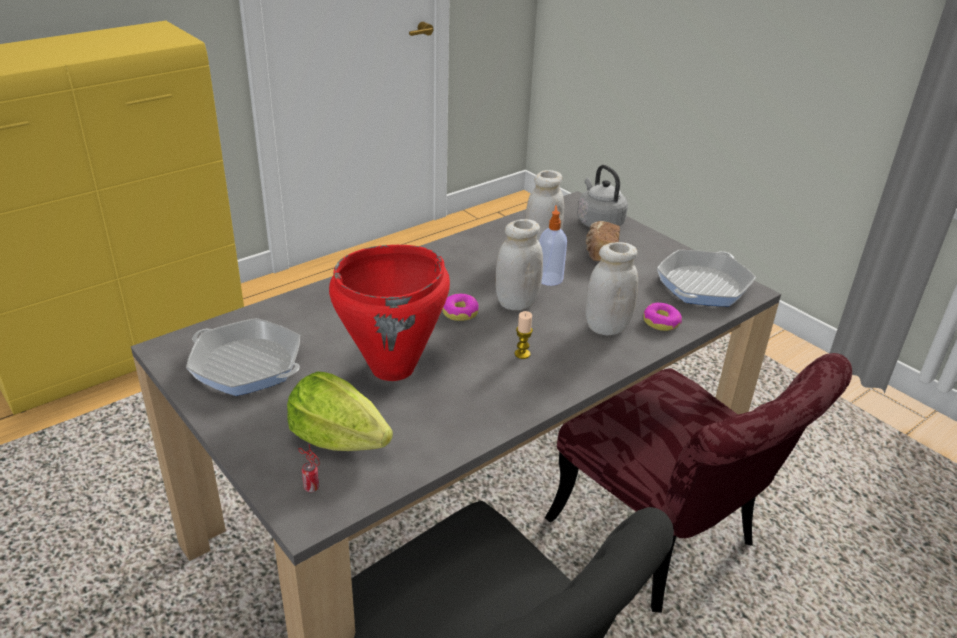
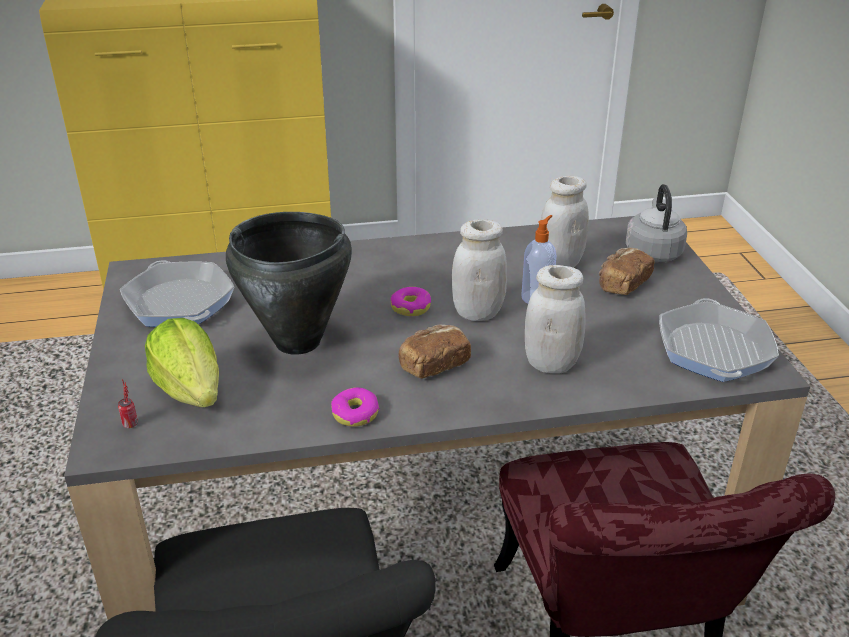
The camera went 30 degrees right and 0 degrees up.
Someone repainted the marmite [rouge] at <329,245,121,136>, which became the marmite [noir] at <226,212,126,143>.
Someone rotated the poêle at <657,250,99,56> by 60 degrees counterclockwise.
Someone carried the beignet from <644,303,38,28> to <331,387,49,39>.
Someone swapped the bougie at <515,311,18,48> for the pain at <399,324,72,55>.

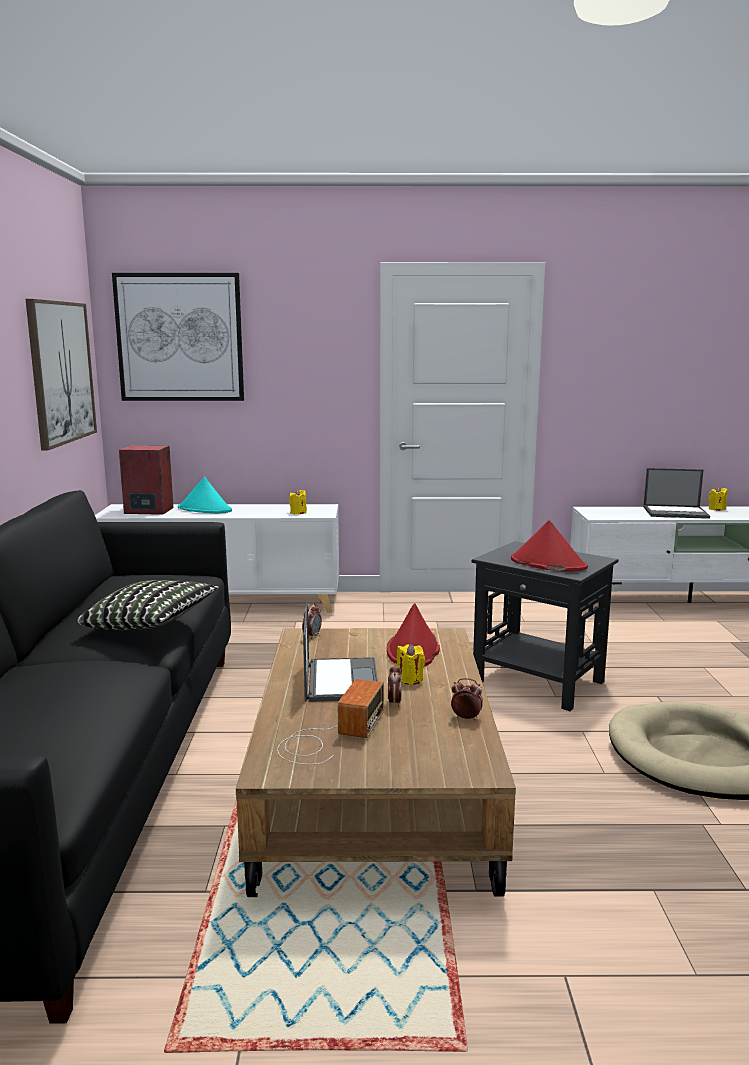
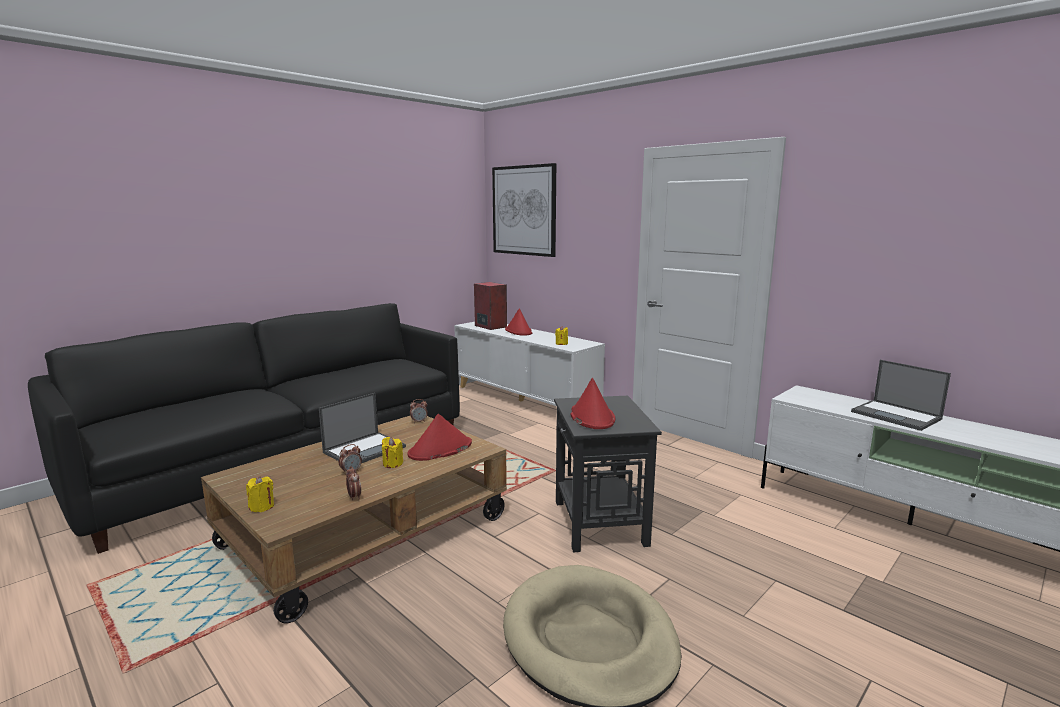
The camera went 45 degrees right and 0 degrees up.
Someone took away the tableau at <26,299,71,151>.
Someone repainted the chapeau [turquoise] at <178,477,54,36>, which became the chapeau [rouge] at <505,308,28,28>.
Someone carried the bougie [jaune] from <709,487,19,24> to <246,476,28,36>.
Someone took away the coussin at <77,580,142,50>.
Someone took away the radio at <277,679,107,86>.

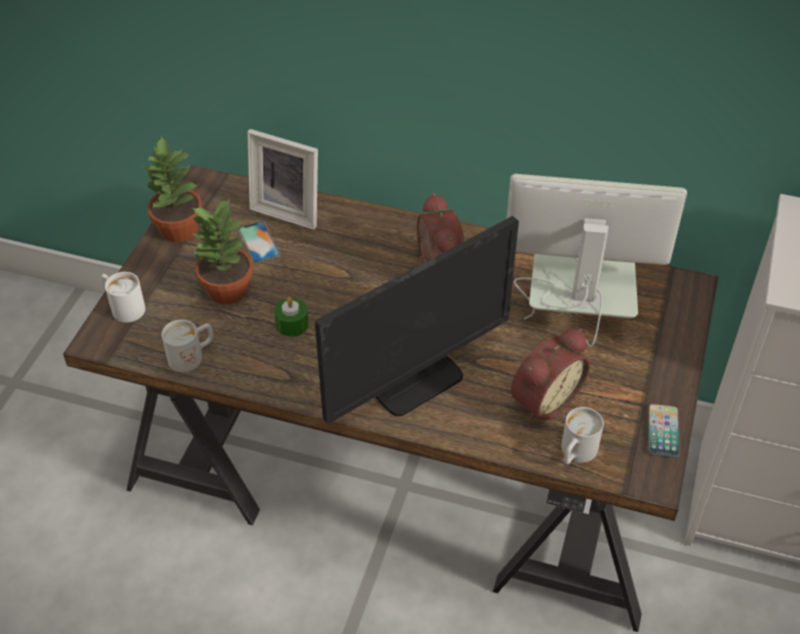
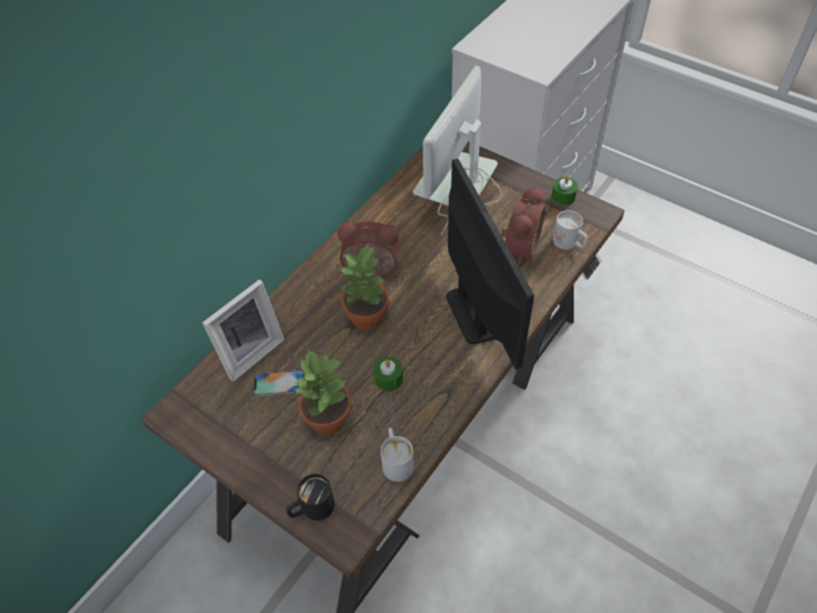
The camera went 70 degrees left and 5 degrees up.
Someone carried the plante en pot from <142,136,60,106> to <340,244,49,86>.
Someone repainted the mug [blanc] at <101,272,45,51>, which became the mug [noir] at <287,474,48,47>.
Someone rotated the réveil at <511,328,79,94> by 45 degrees clockwise.
Someone swapped the téléphone at <648,404,32,54> for the bougie [vert] at <552,175,26,30>.

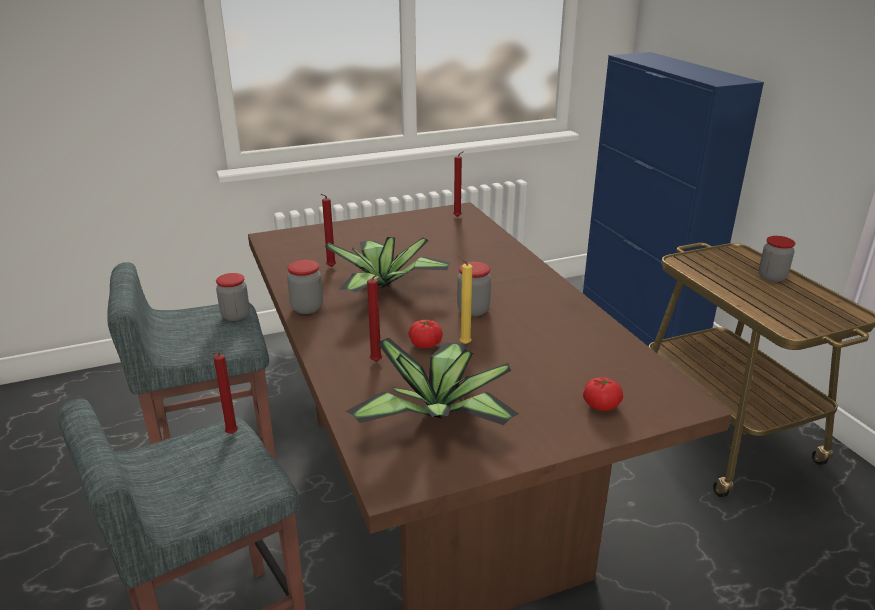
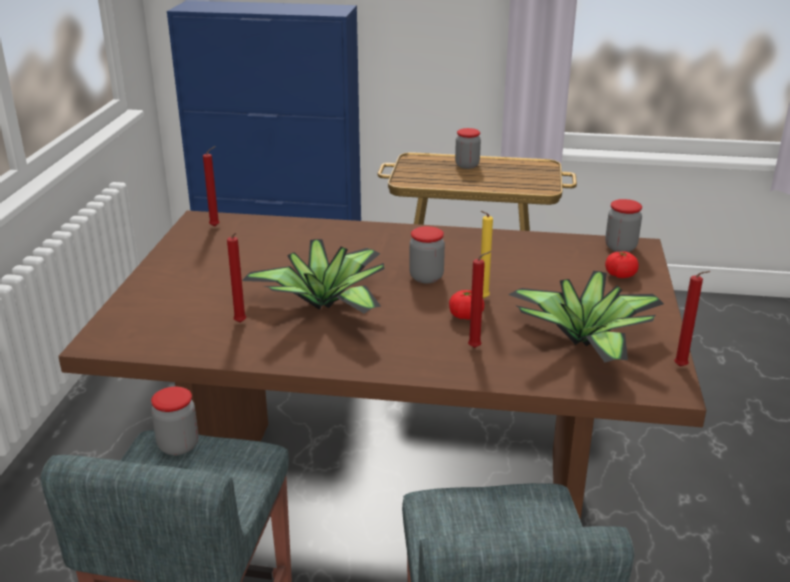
The camera went 60 degrees left and 0 degrees up.
Someone carried the bocal from <287,260,36,54> to <605,199,37,53>.
Someone carried the bougie [rouge] from <212,353,26,81> to <674,271,36,96>.

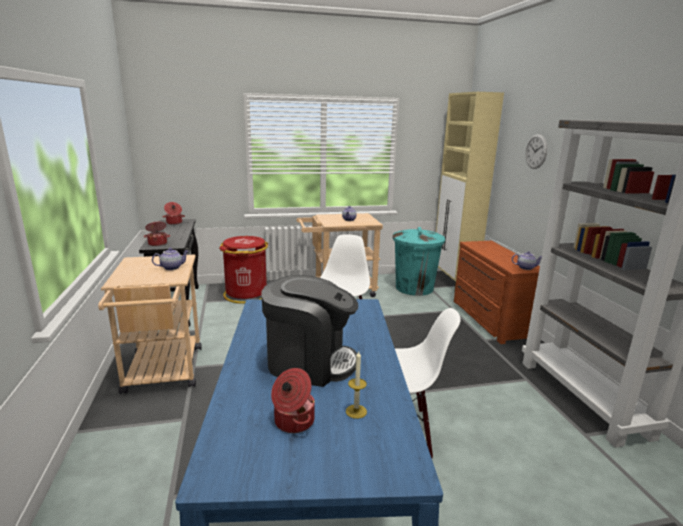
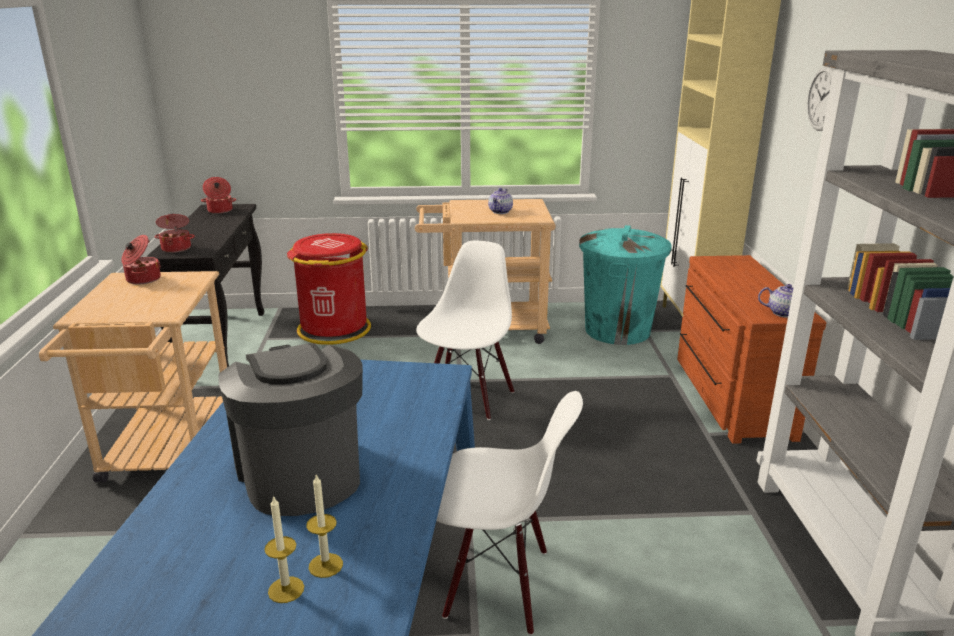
The camera went 10 degrees right and 5 degrees up.
Someone took away the théière at <152,248,36,22>.
Someone rotated the machine à café at <262,275,96,112> by 135 degrees counterclockwise.
Someone carried the marmite from <271,368,44,65> to <122,235,39,50>.
Someone put down the bougie at <264,495,40,108>.

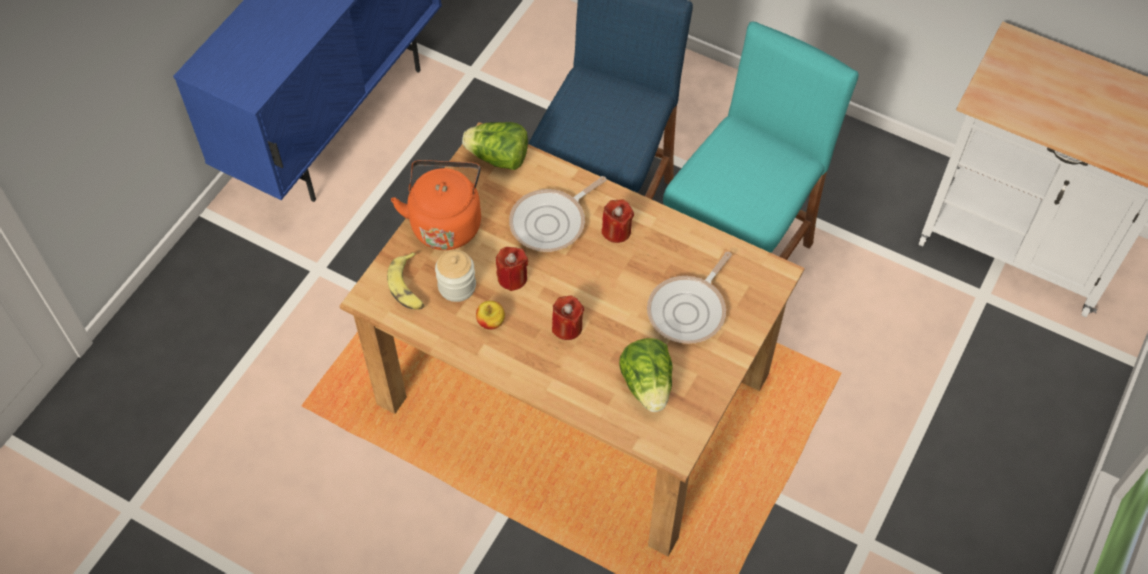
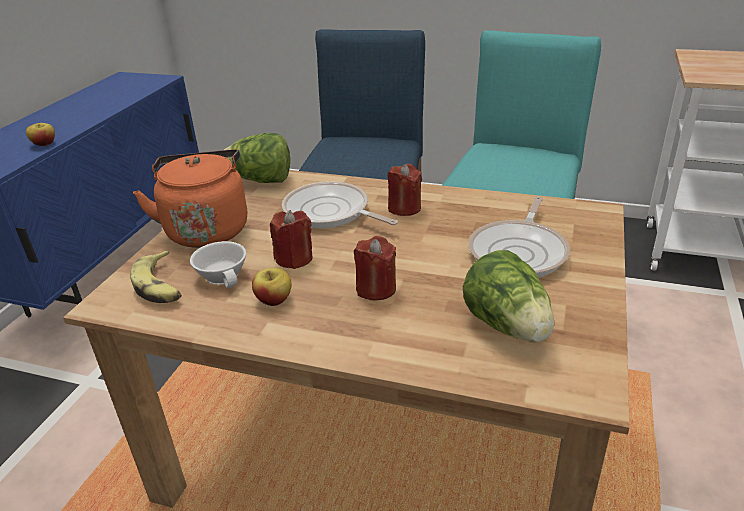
The camera went 10 degrees left and 25 degrees down.
Someone rotated the poêle at <509,176,97,76> by 90 degrees clockwise.
Someone swapped the bocal at <435,250,41,52> for the tasse [blanc] at <190,241,56,47>.
Someone put down the pomme at <26,123,29,23>.

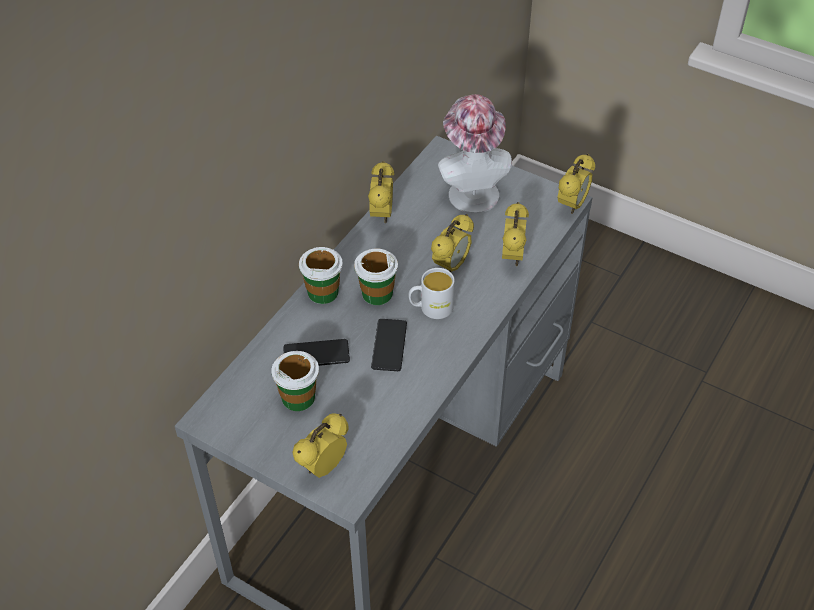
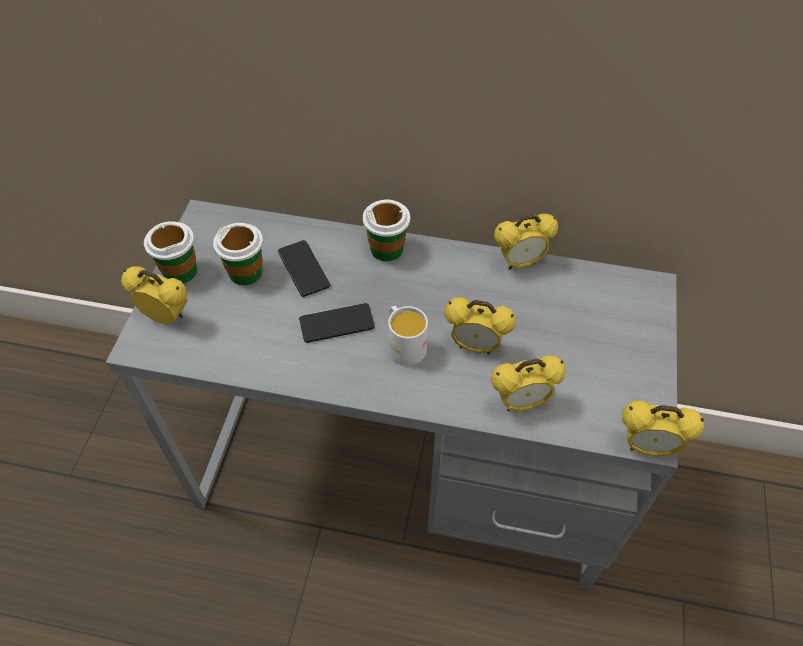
The camera went 70 degrees right and 5 degrees up.
Someone took away the chapeau at <438,94,74,119>.
Someone carried the tasse from <354,248,44,57> to <144,221,53,63>.

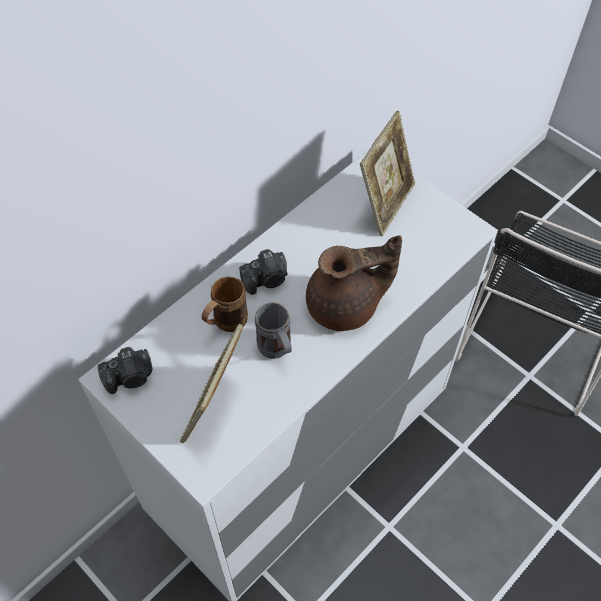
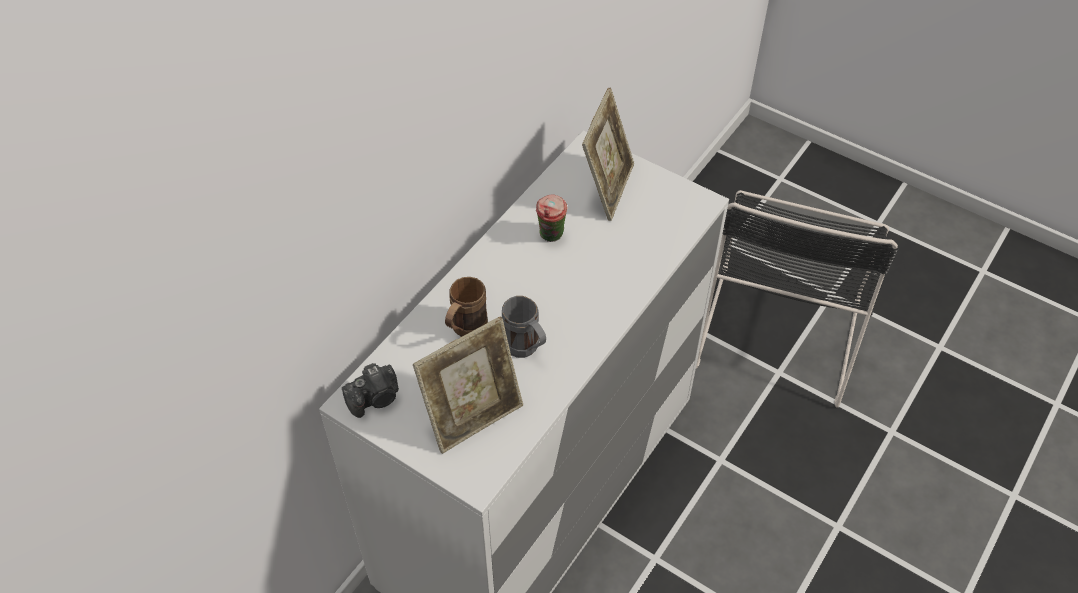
The camera went 10 degrees left and 5 degrees down.
Someone took away the théière [marron] at <306,235,96,96>.
Someone took away the appareil photo at <239,249,49,46>.
Someone rotated the cadre photo at <180,324,63,119> by 135 degrees counterclockwise.
Someone put down the tasse at <536,195,32,47>.

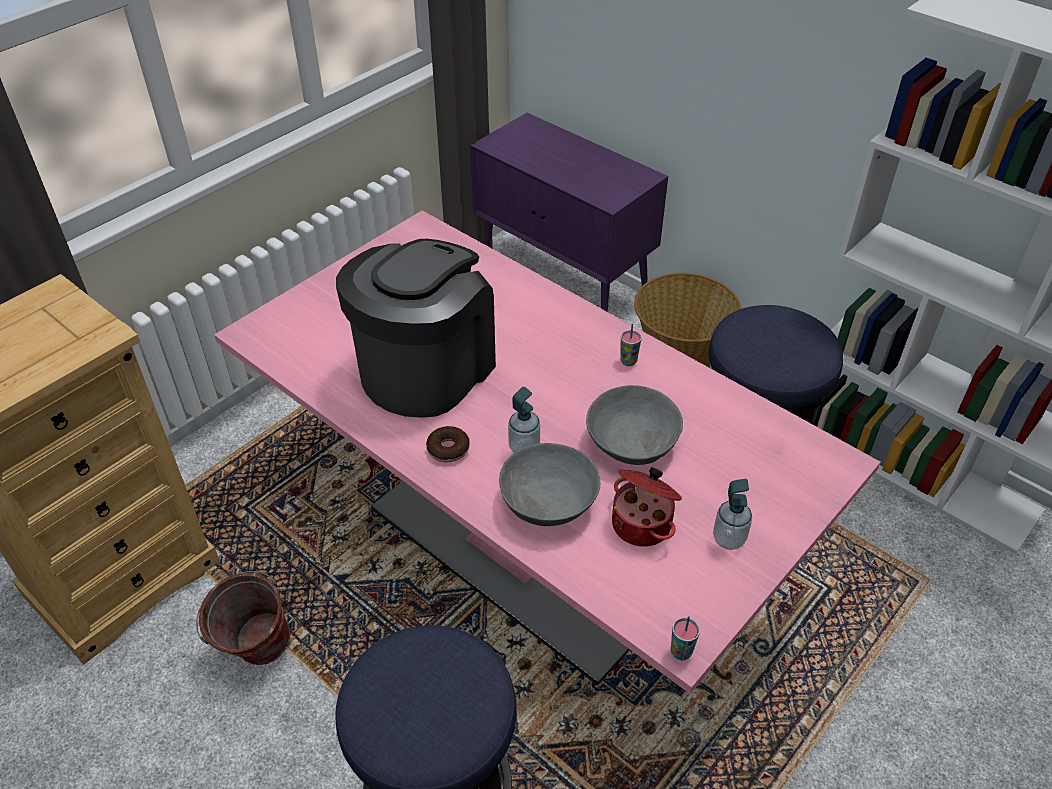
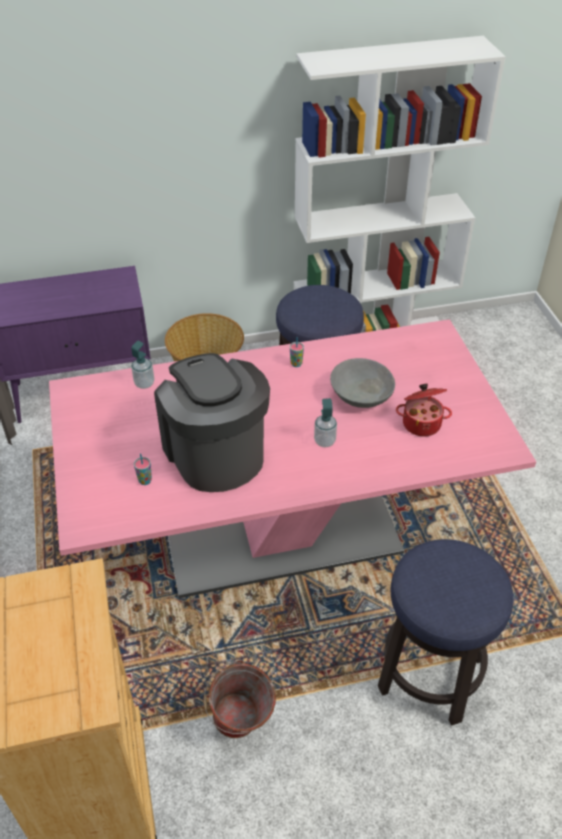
The camera went 55 degrees left and 0 degrees up.
Someone took away the beignet at <426,426,44,37>.
Someone took away the bol [gris] at <499,443,101,83>.
Someone carried the distributeur de savon from <713,479,39,71> to <131,341,23,48>.
Someone carried the tasse from <671,616,29,45> to <134,453,18,32>.

